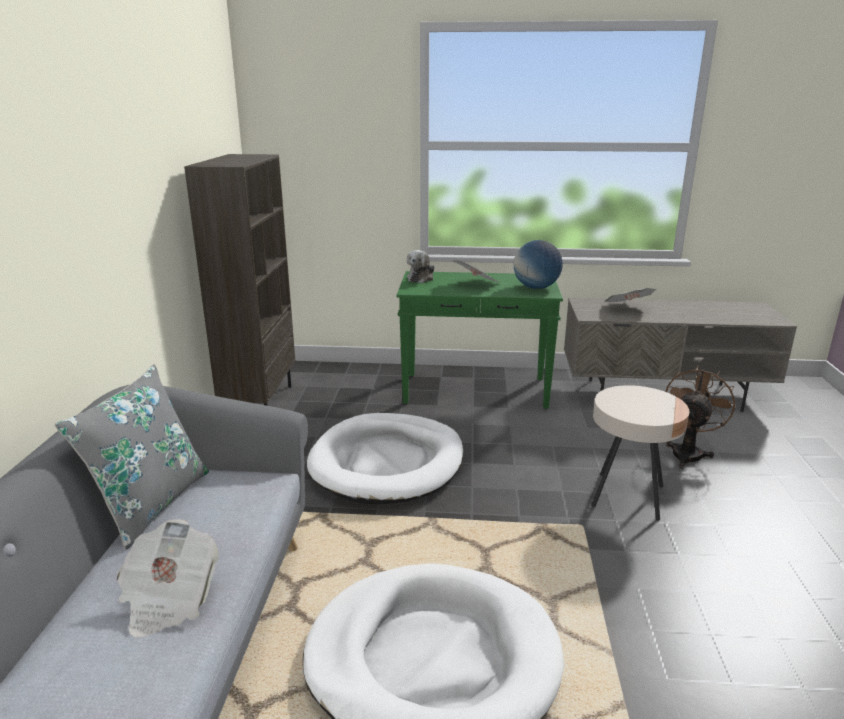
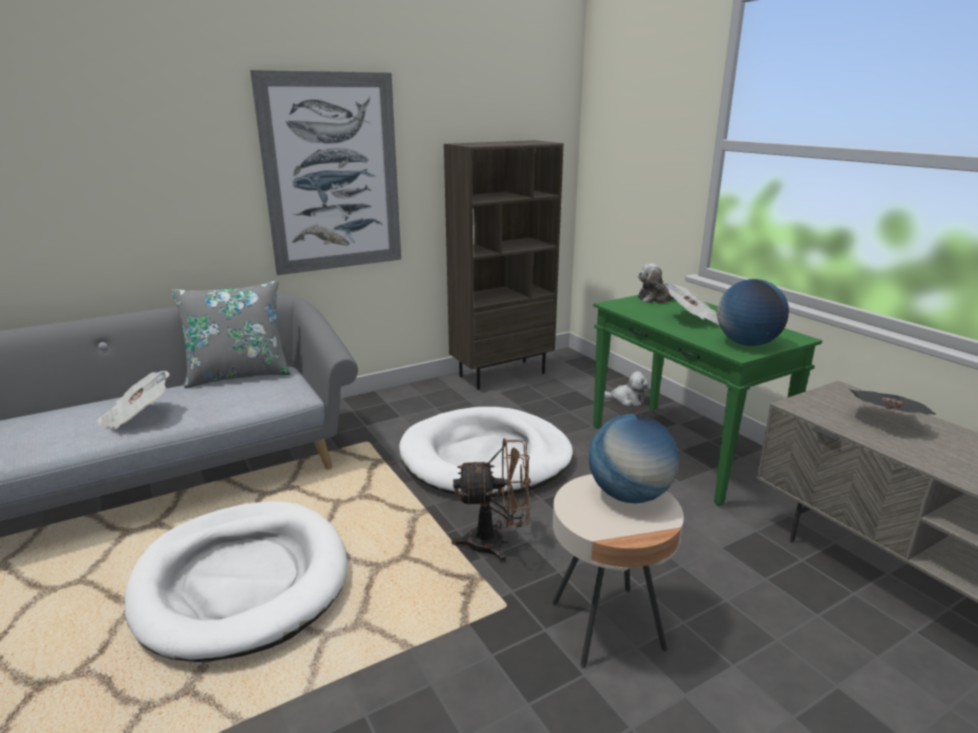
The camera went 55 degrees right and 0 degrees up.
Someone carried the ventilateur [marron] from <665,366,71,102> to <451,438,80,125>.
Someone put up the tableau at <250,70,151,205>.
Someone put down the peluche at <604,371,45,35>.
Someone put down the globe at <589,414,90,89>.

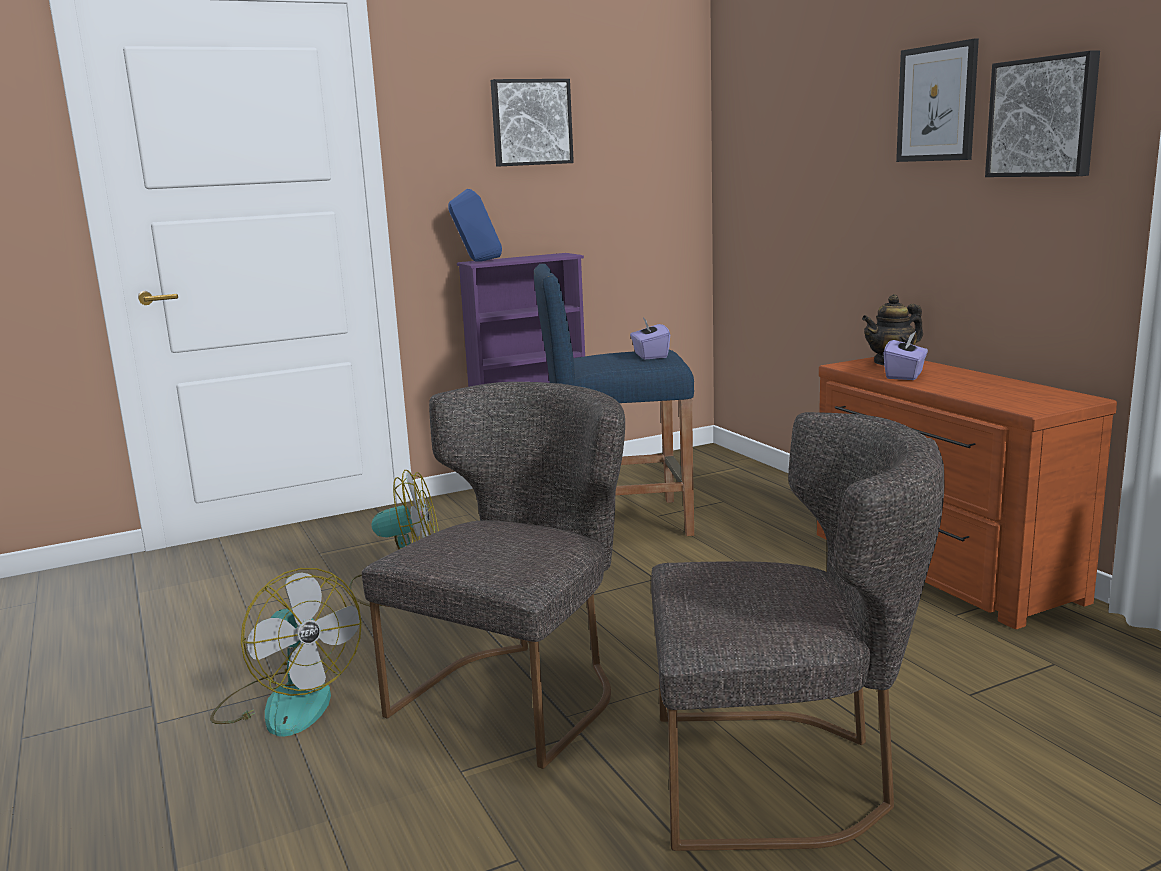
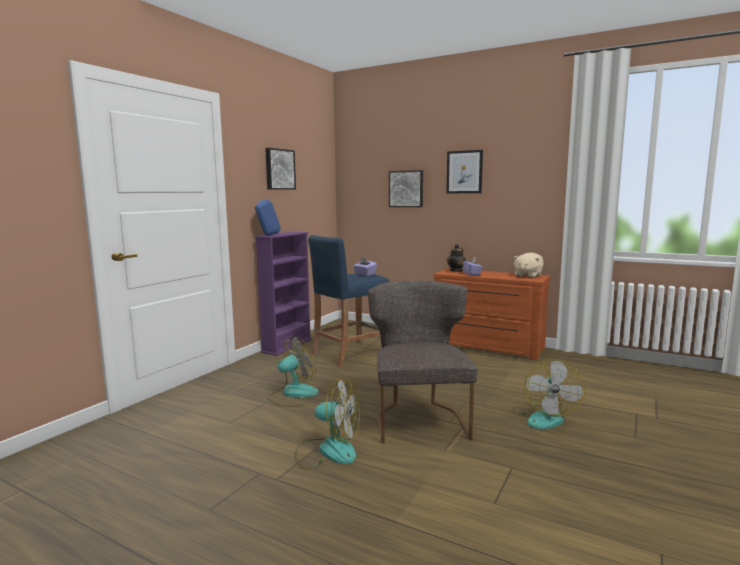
The camera went 35 degrees left and 5 degrees down.
Someone carried the tableau from <985,51,115,126> to <389,170,34,37>.
Someone swapped the chaise [gris] at <651,412,293,439> for the ventilateur at <512,359,73,70>.
Someone put down the peluche [beige] at <513,253,31,25>.

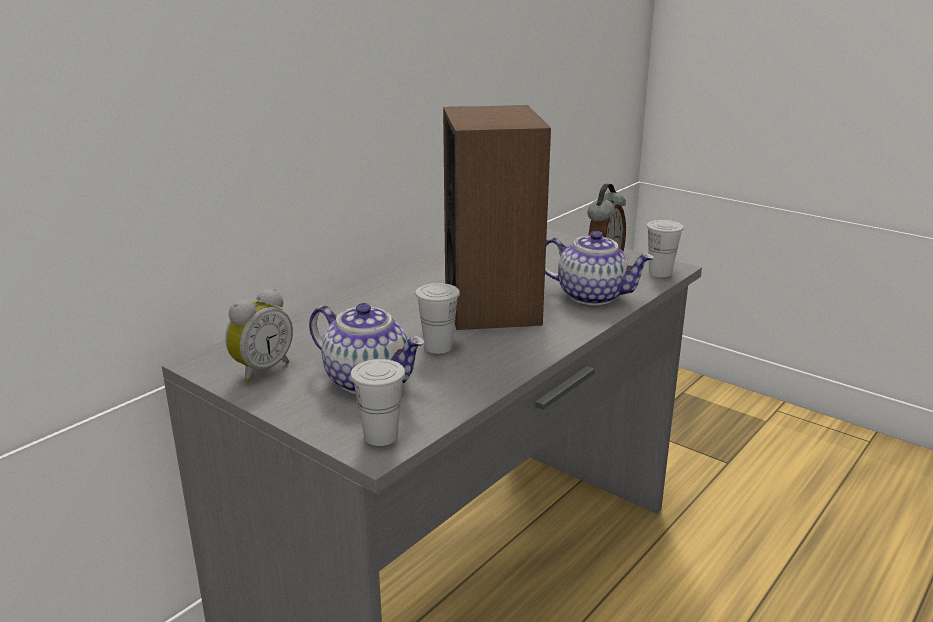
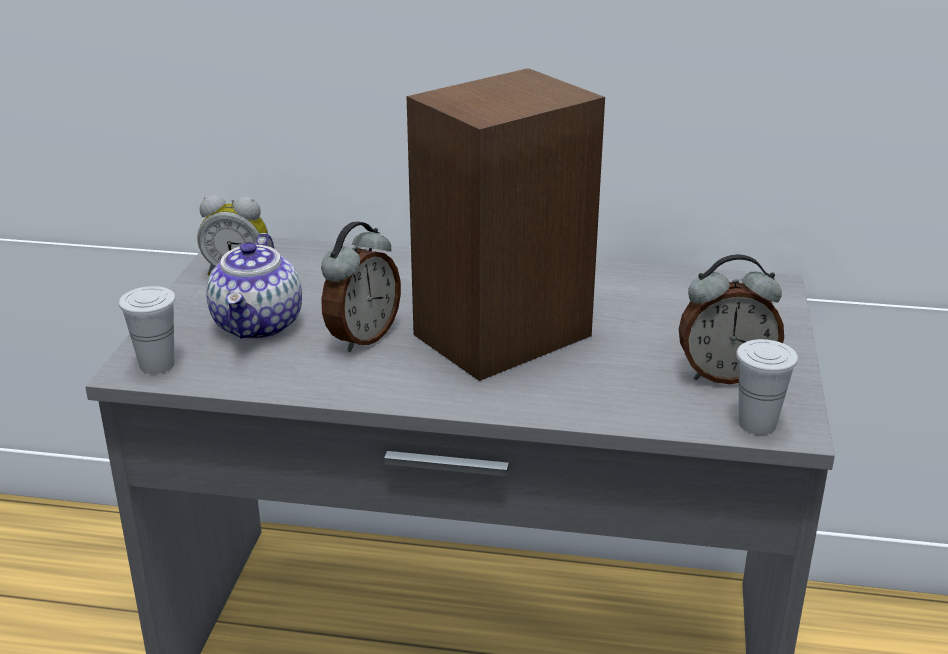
The camera went 60 degrees right and 5 degrees up.
Someone took away the théière at <545,231,110,74>.
Someone swapped the tasse [blanc] at <415,283,45,71> for the réveil at <321,221,80,131>.

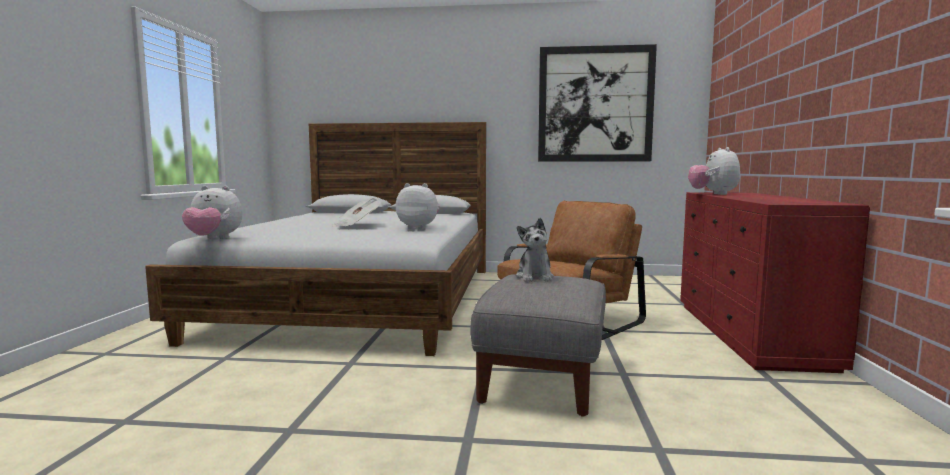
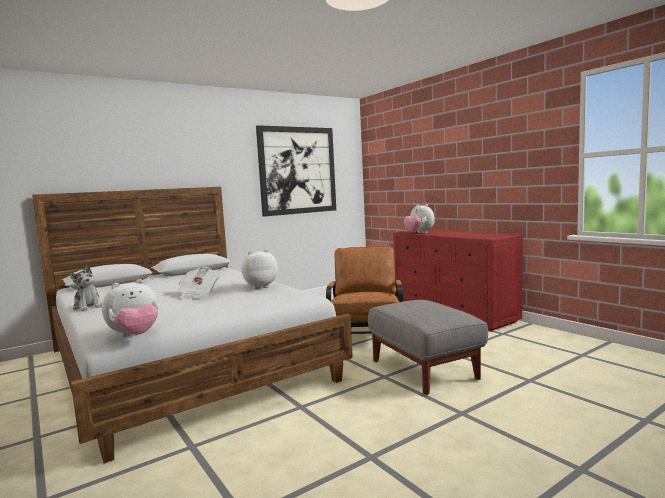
The camera went 40 degrees left and 0 degrees up.
Someone carried the peluche from <516,218,38,64> to <70,265,32,46>.

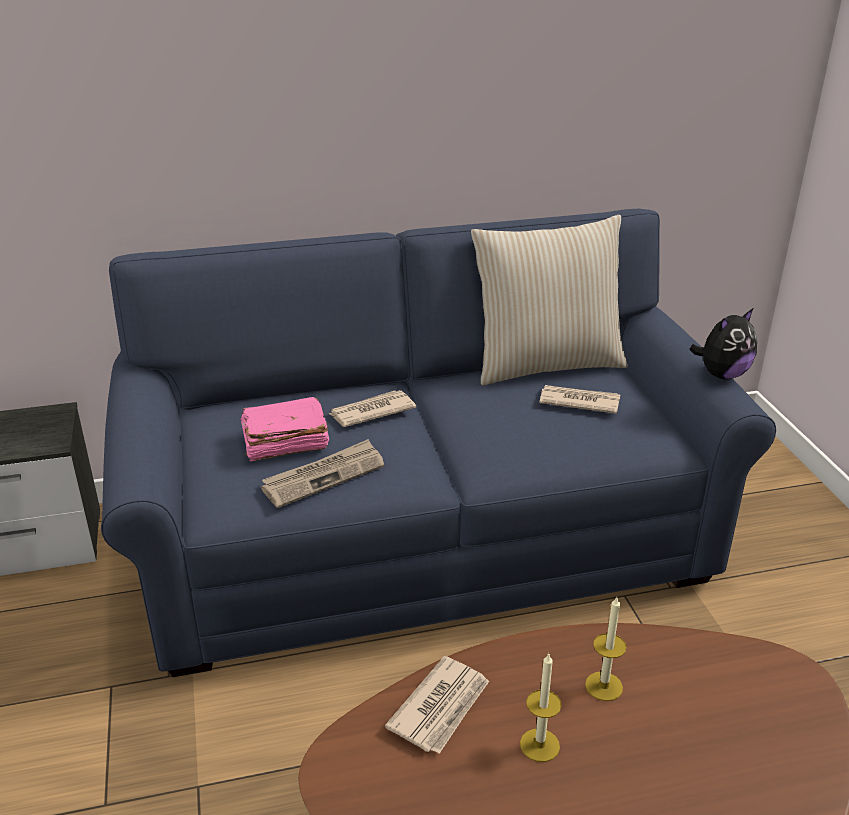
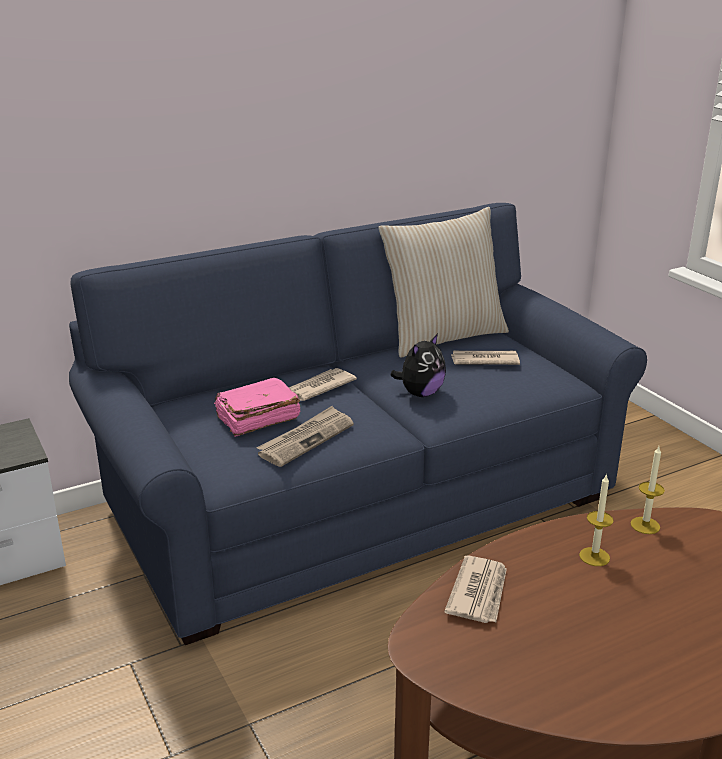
The camera went 15 degrees left and 5 degrees down.
Someone carried the peluche from <689,308,68,71> to <390,333,56,64>.
Someone carried the bougie from <520,654,42,108> to <631,447,34,87>.

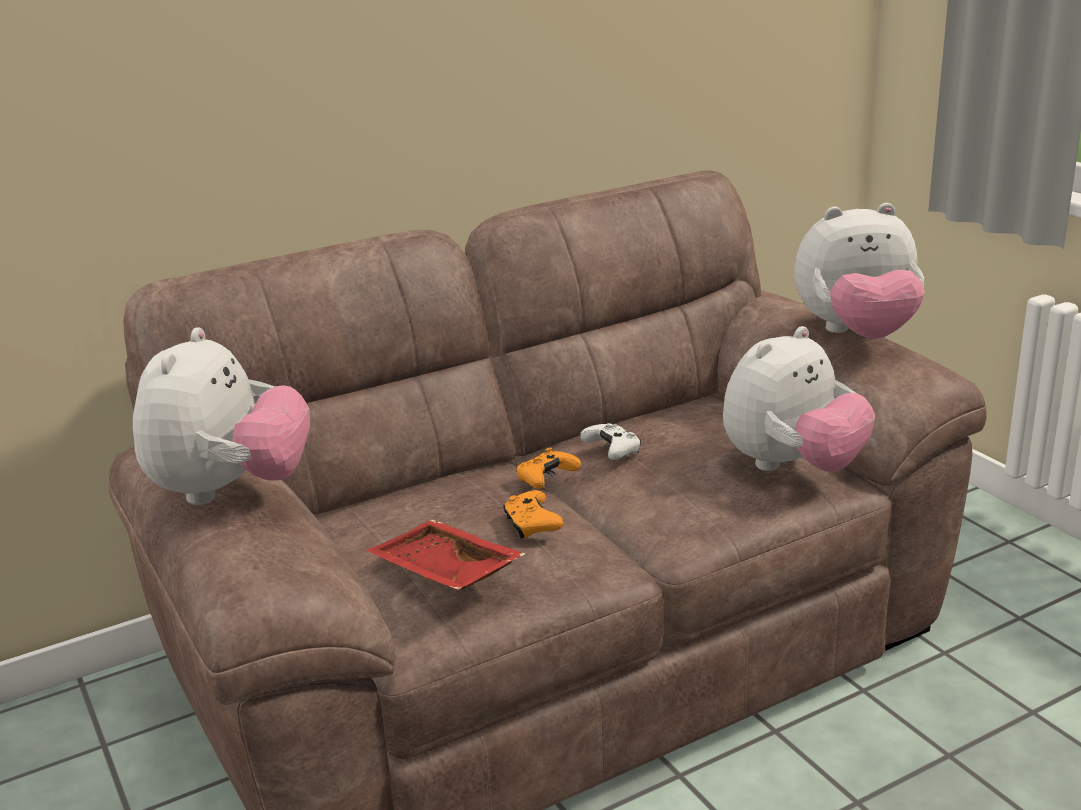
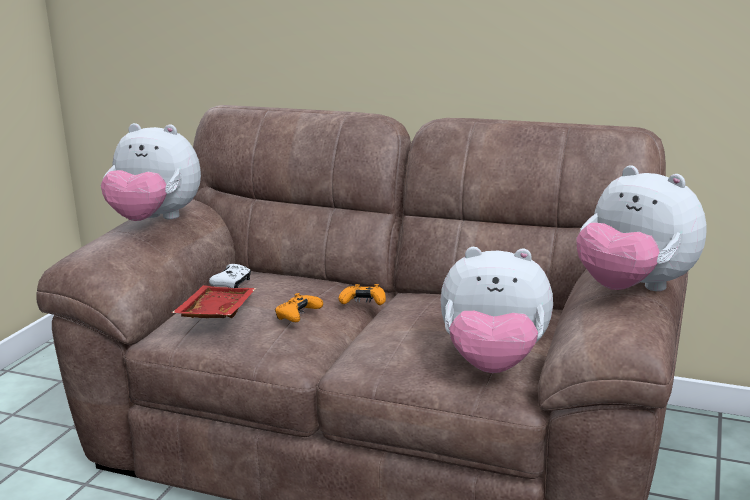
The camera went 50 degrees right and 5 degrees down.
Someone rotated the peluche at <133,327,177,178> by 45 degrees clockwise.
Someone carried the manette [blanc] from <580,423,61,37> to <209,264,42,24>.

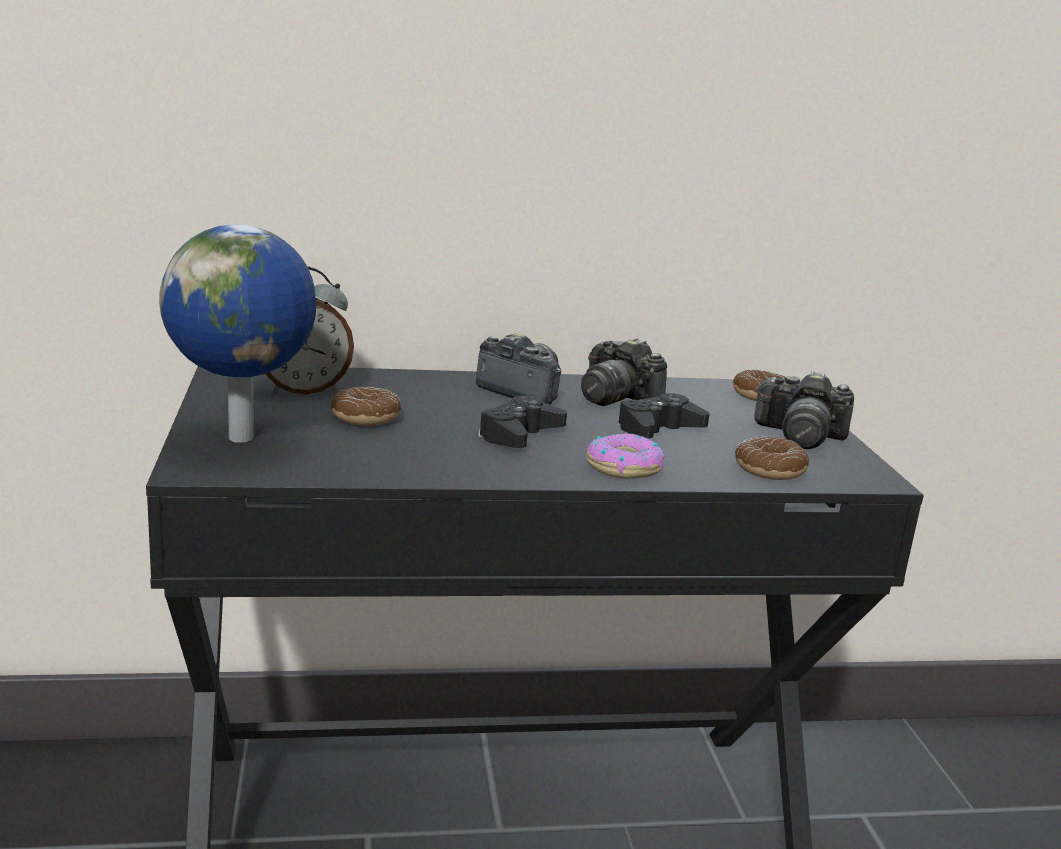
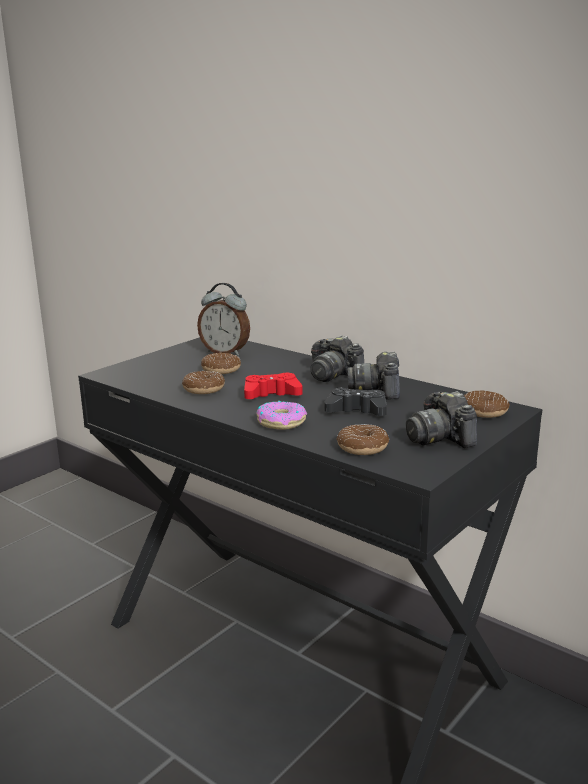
The camera went 50 degrees right and 0 degrees up.
Someone took away the globe at <159,224,157,219>.
Someone rotated the appareil photo at <476,333,85,71> by 135 degrees clockwise.
Someone repainted the manette [noir] at <478,395,89,53>, which became the manette [rouge] at <244,373,59,26>.
Someone put down the beignet at <182,371,43,23>.

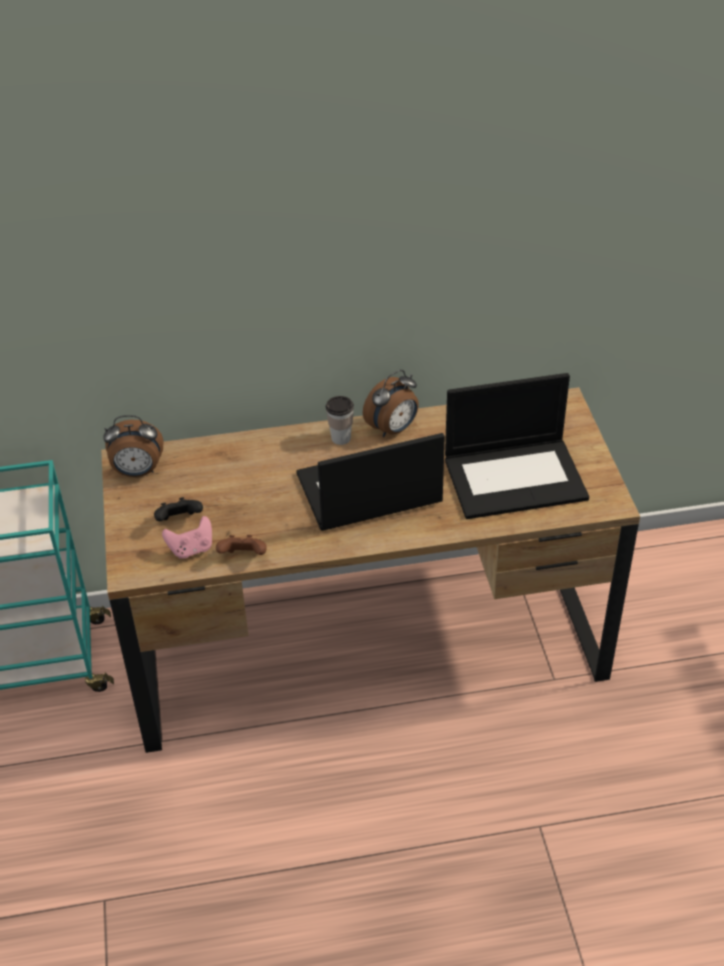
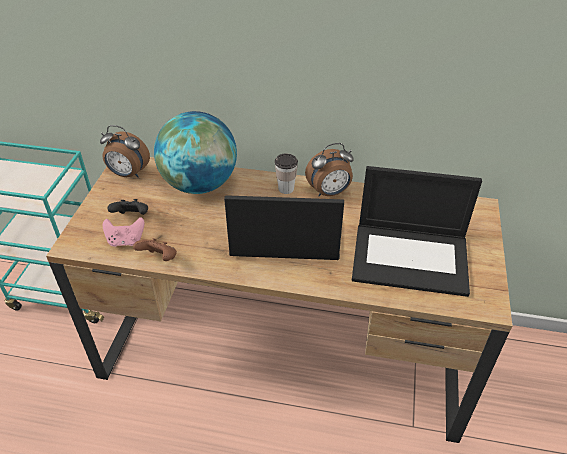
The camera went 20 degrees right and 0 degrees up.
Someone put down the globe at <154,111,83,83>.

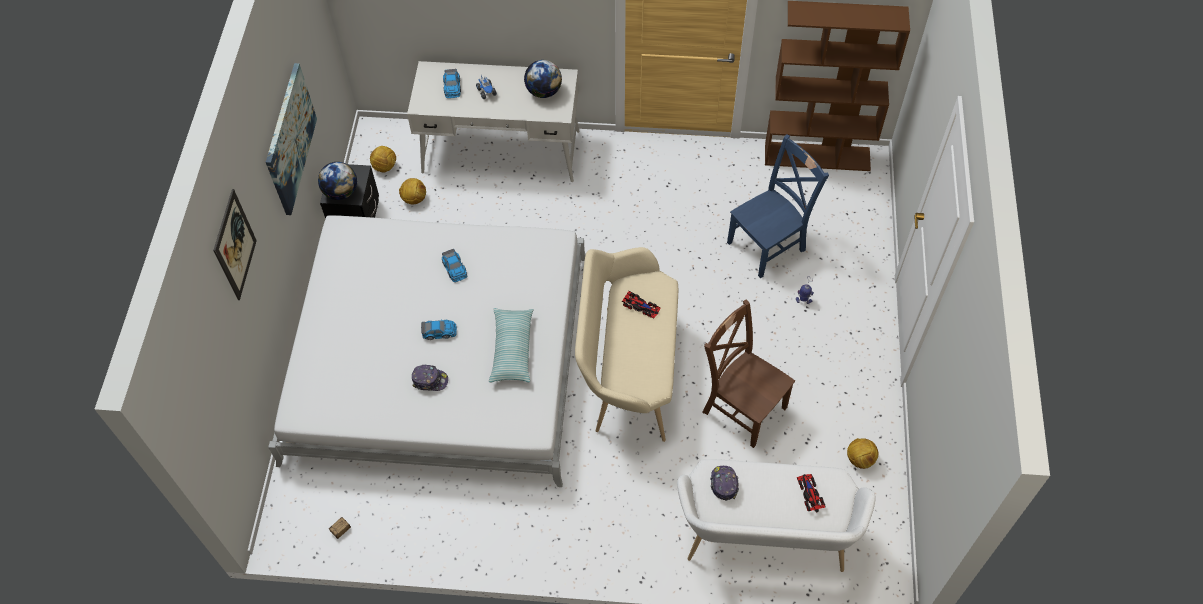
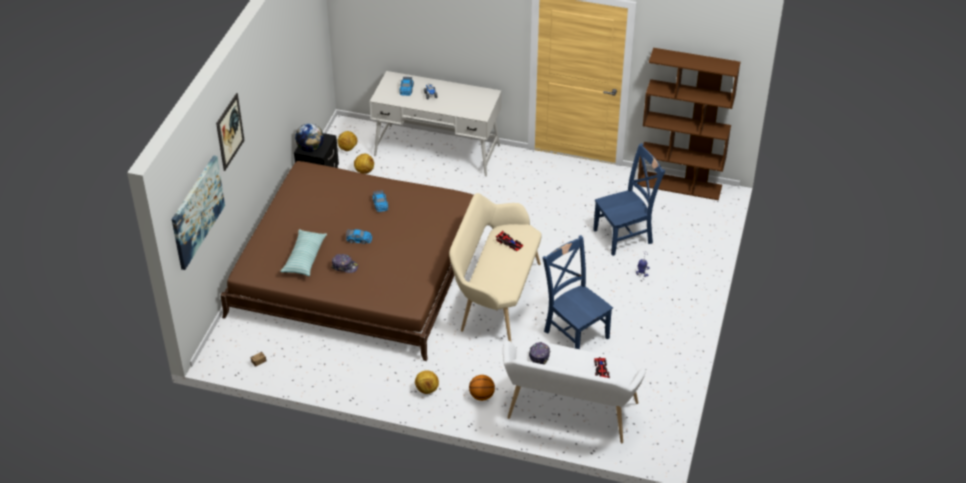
The camera went 10 degrees right and 15 degrees down.
Someone took away the globe at <524,60,38,38>.
Someone carried the tableau from <266,63,51,152> to <172,155,53,115>.
Someone repainted the lit [blanc] at <268,215,317,272>, which became the lit [marron] at <220,161,254,200>.
Someone repainted the chaise [marron] at <702,300,93,148>, which became the chaise [bleu] at <543,235,70,114>.
Someone carried the coussin from <489,308,44,74> to <280,229,47,47>.
Someone carried the ballon de foot from <847,438,31,31> to <415,370,24,24>.
Someone put down the ballon de basket at <469,375,26,26>.

